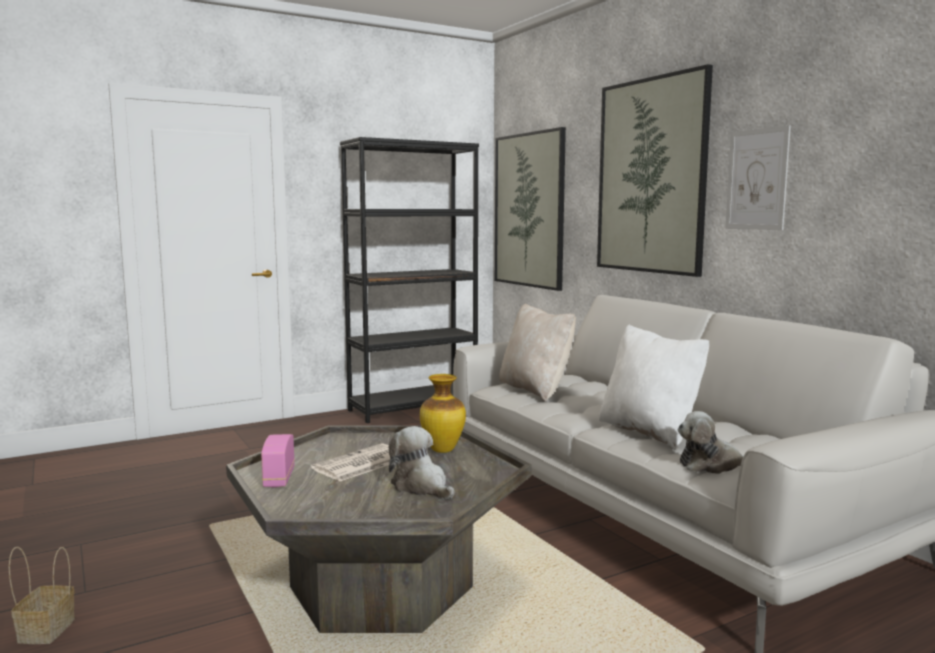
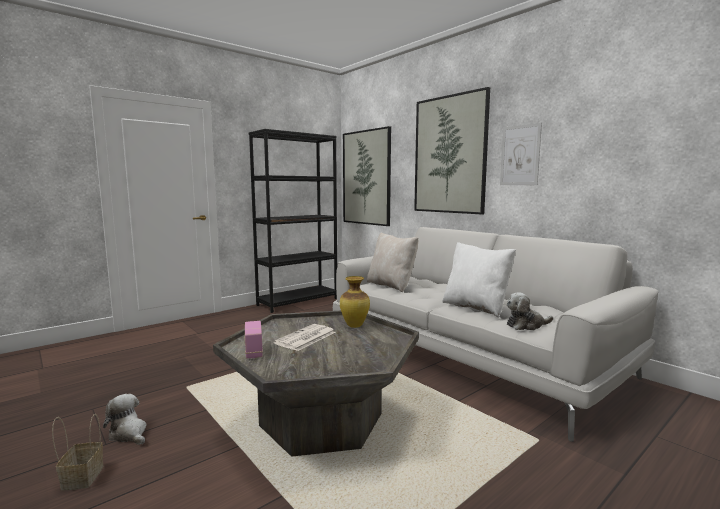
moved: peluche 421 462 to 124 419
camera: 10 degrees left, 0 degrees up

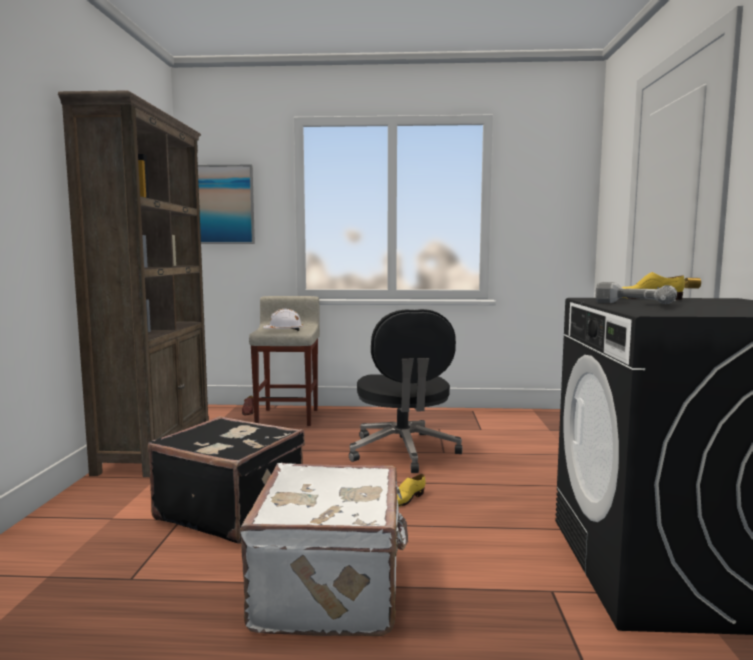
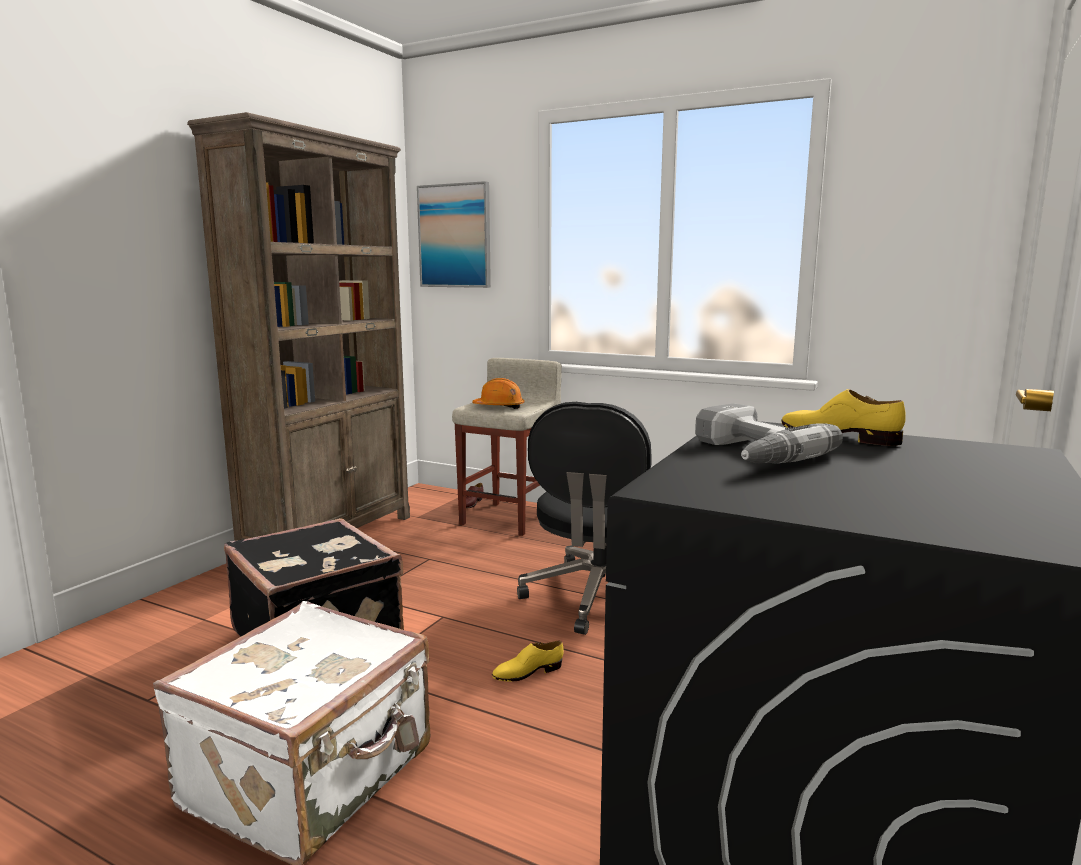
recoloured: casco/blanco 283 320 to casco/naranja 498 393
camera: 25 degrees right, 5 degrees up

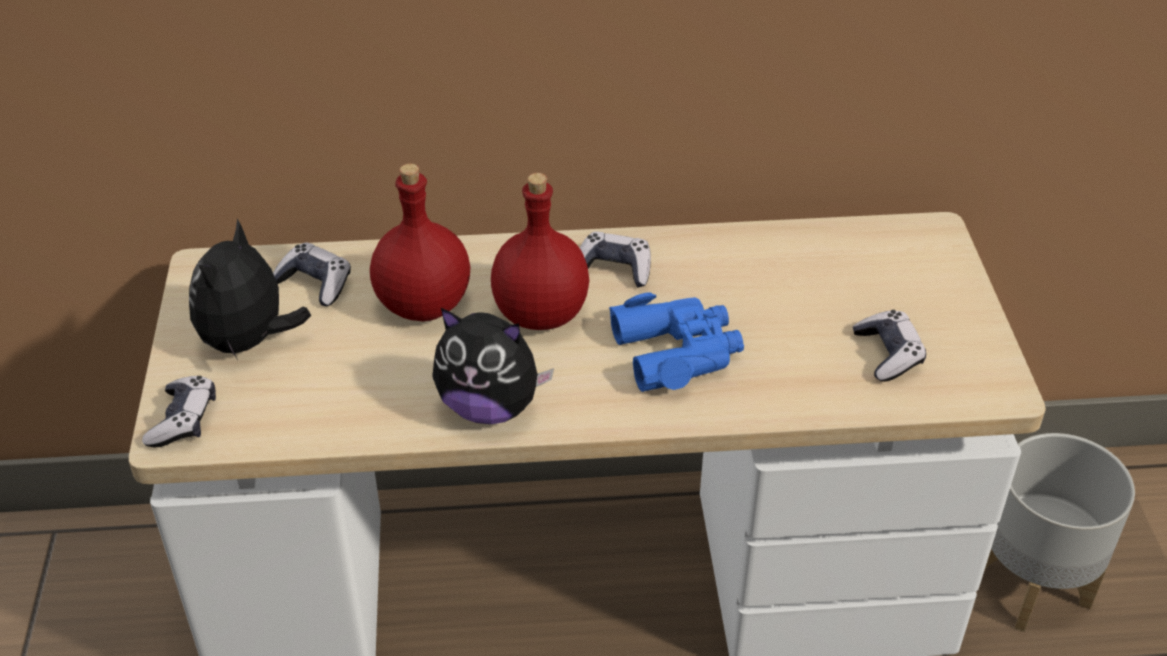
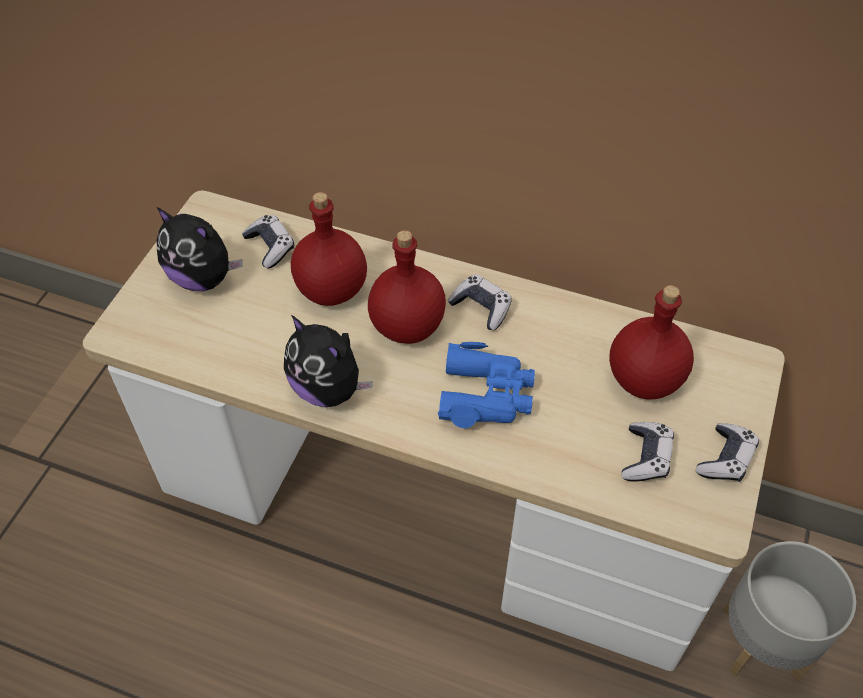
added: botella/rojo 651 342
moved: mando de consola 179 412 to 727 452
turned: peluche 250 289 = 200 249 105 degrees counterclockwise
camera: 25 degrees right, 10 degrees up

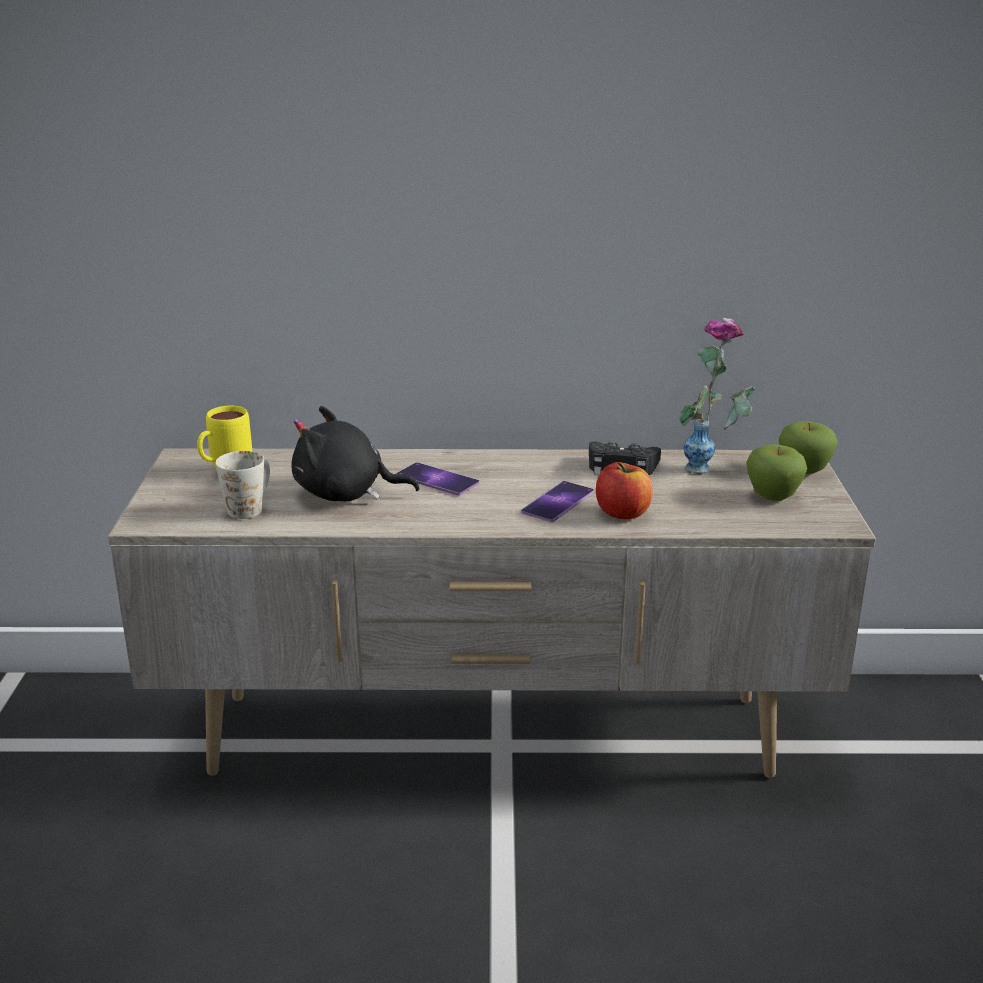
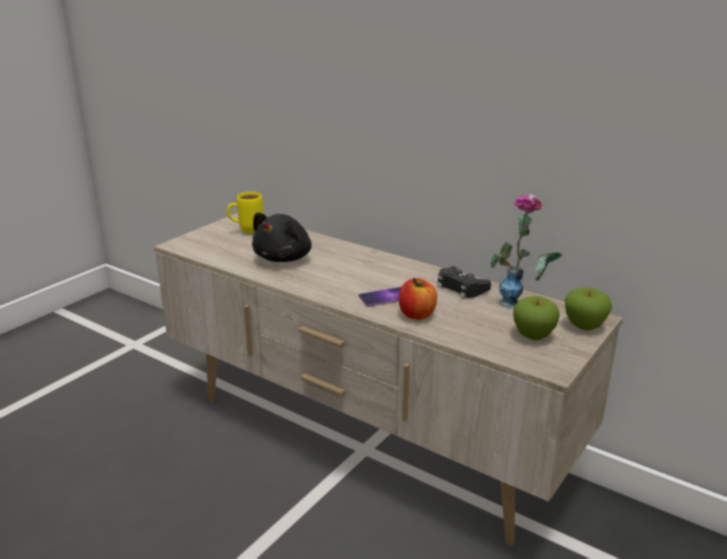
removed: taza grande/blanco 242 485; móvil 437 479
turned: peluche/negro 356 453 = 282 237 105 degrees counterclockwise
camera: 35 degrees right, 0 degrees up

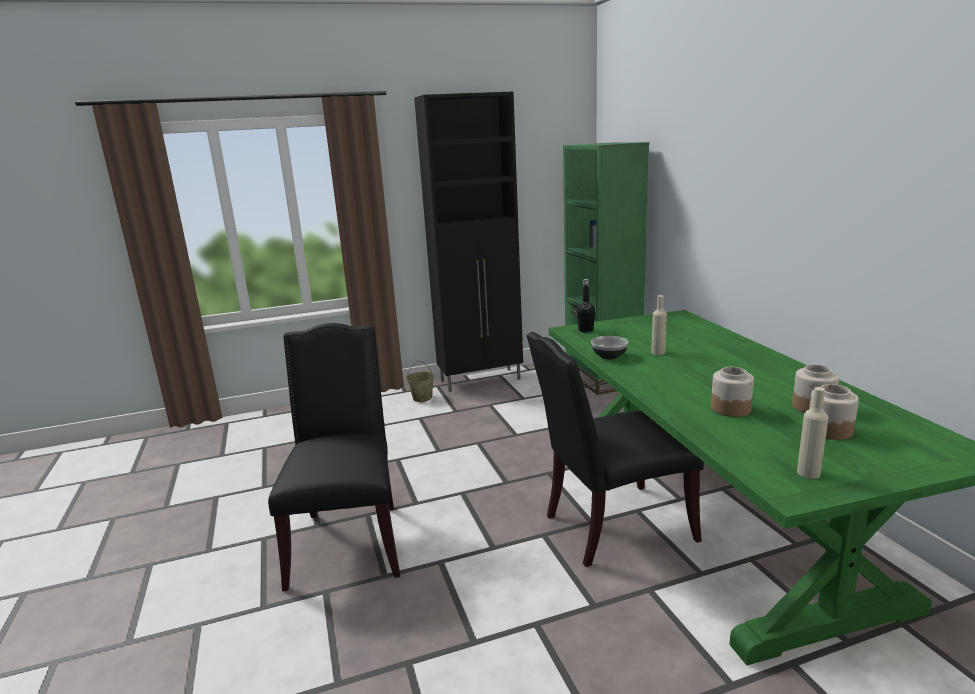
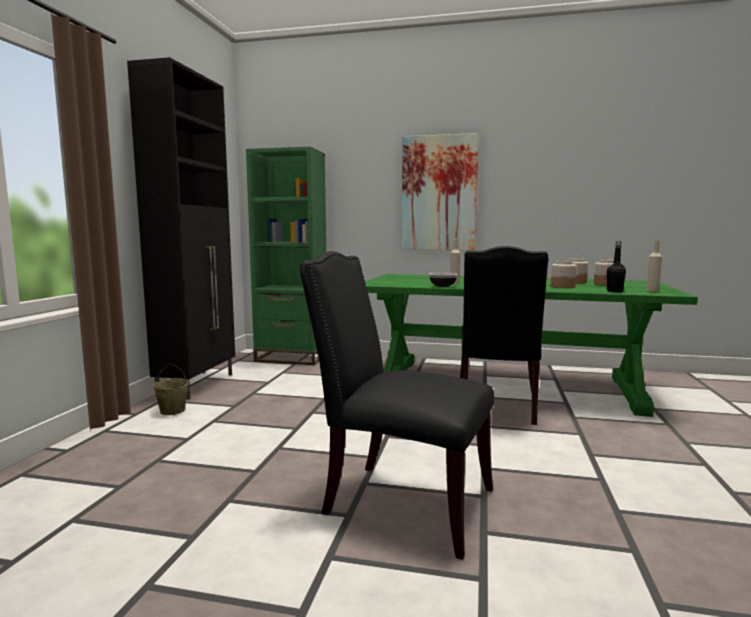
added: cuadro 440 191
moved: botella/negro 586 305 to 616 267
camera: 60 degrees left, 10 degrees down

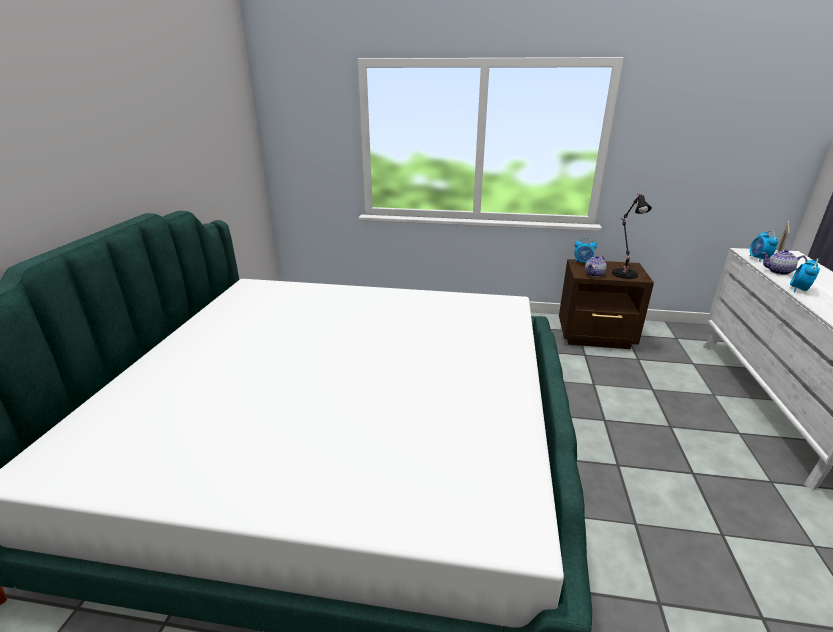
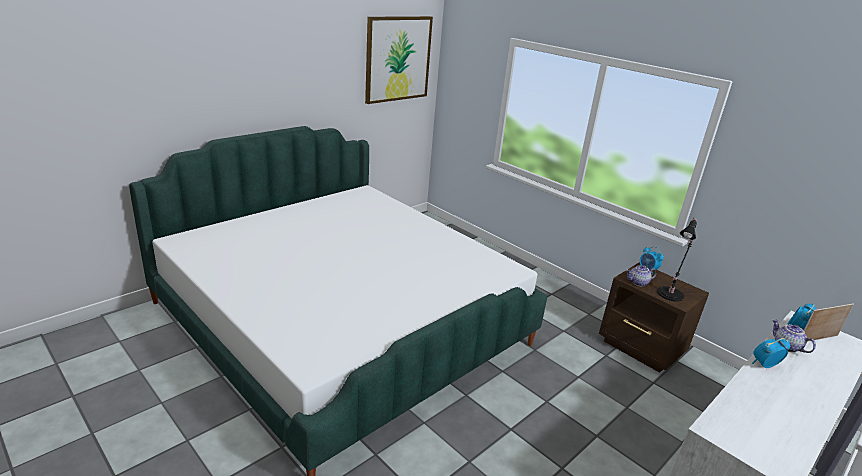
added: cuadro 399 60
camera: 35 degrees right, 0 degrees up

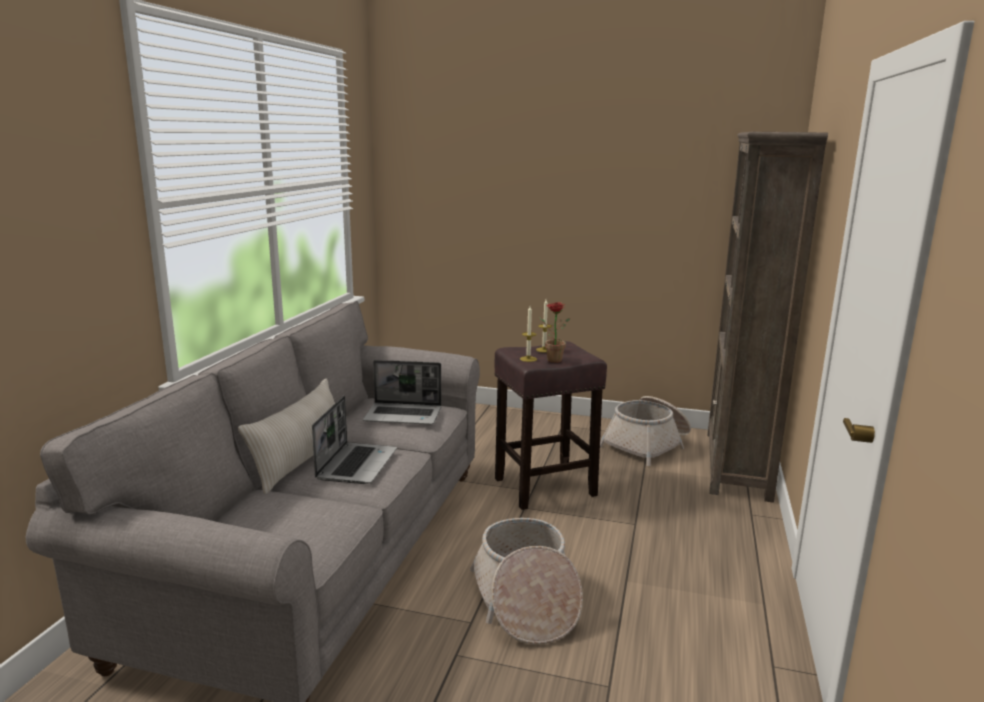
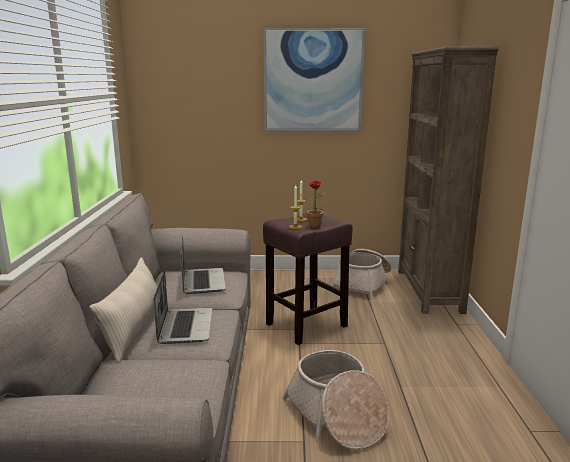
added: cuadro 314 79
turned: portátil 402 392 = 203 265 90 degrees counterclockwise
camera: 15 degrees left, 0 degrees up

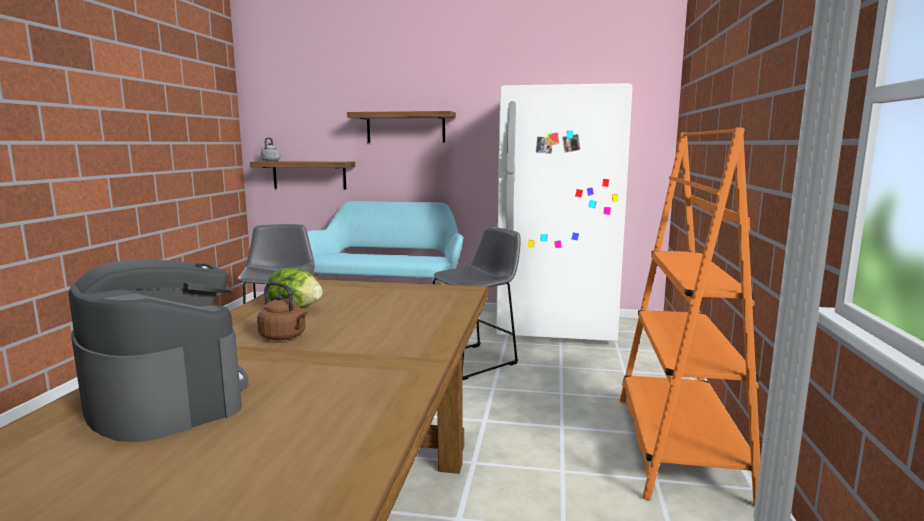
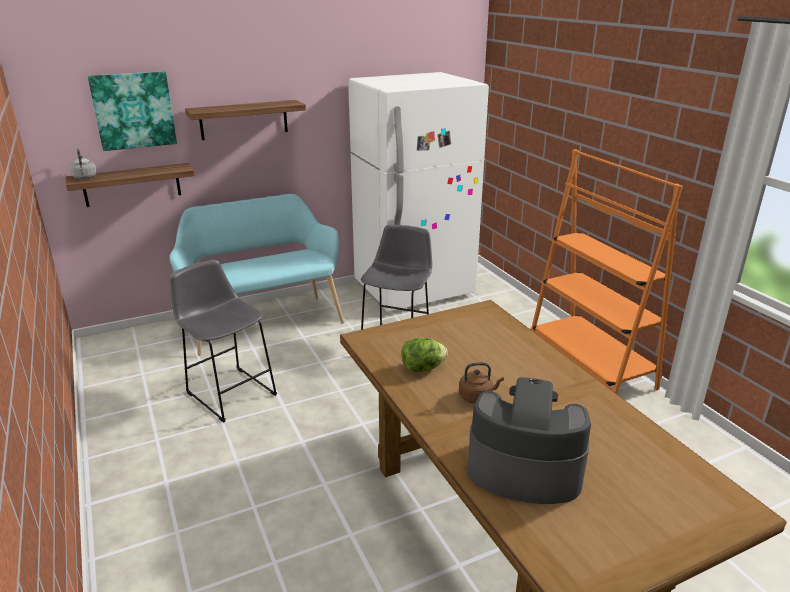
added: cuadro 132 111
camera: 35 degrees left, 15 degrees up

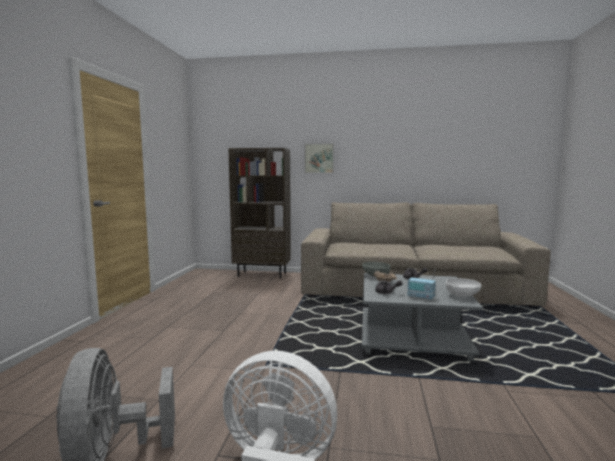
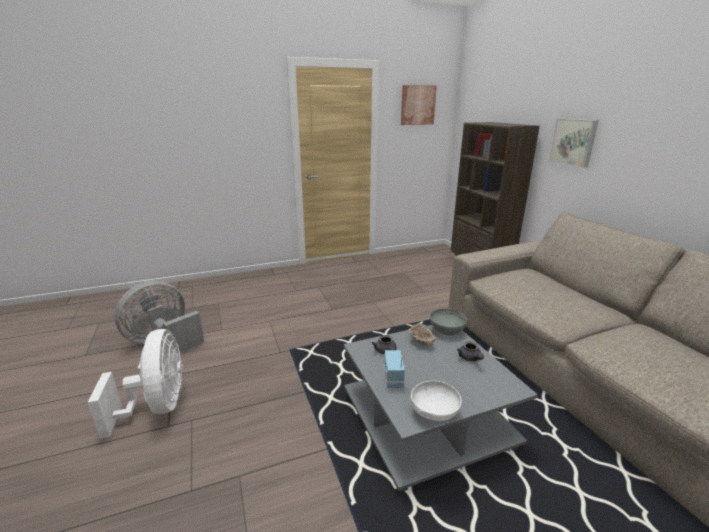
added: cuadro 419 105
camera: 60 degrees right, 15 degrees up

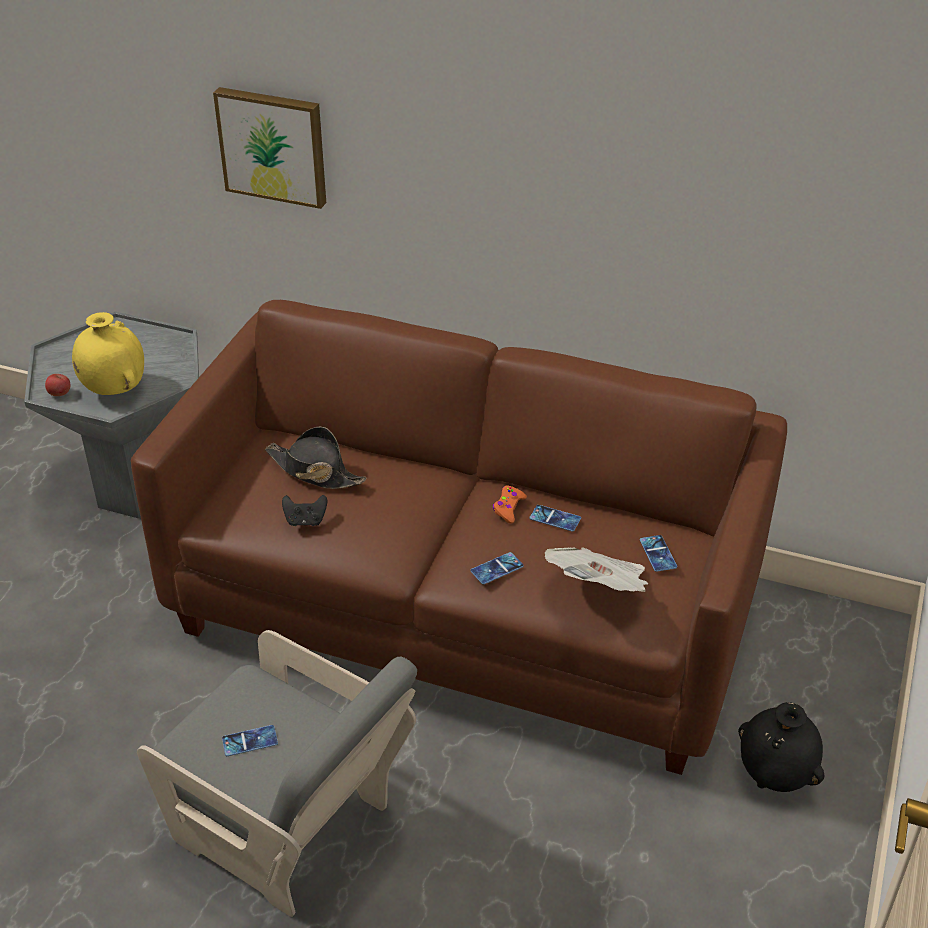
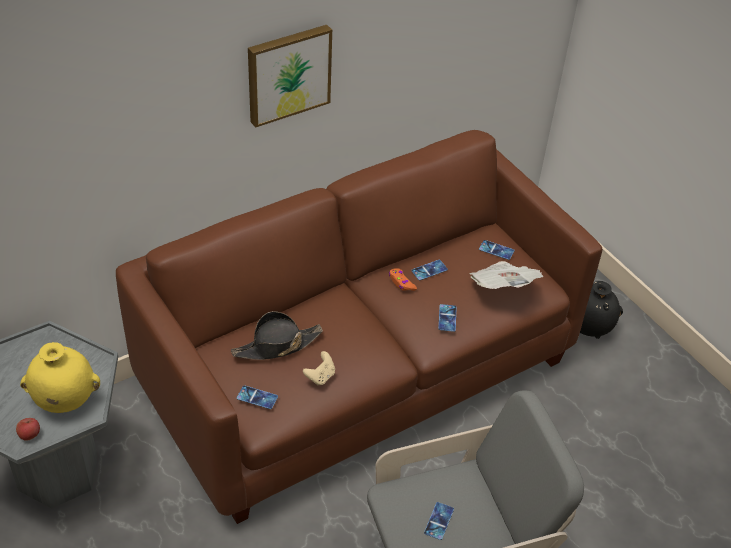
added: móvil 257 397
moved: cuadro 269 148 to 290 76
recoloured: mando de consola/negro 304 510 to mando de consola/beis 319 368
camera: 55 degrees left, 5 degrees up

